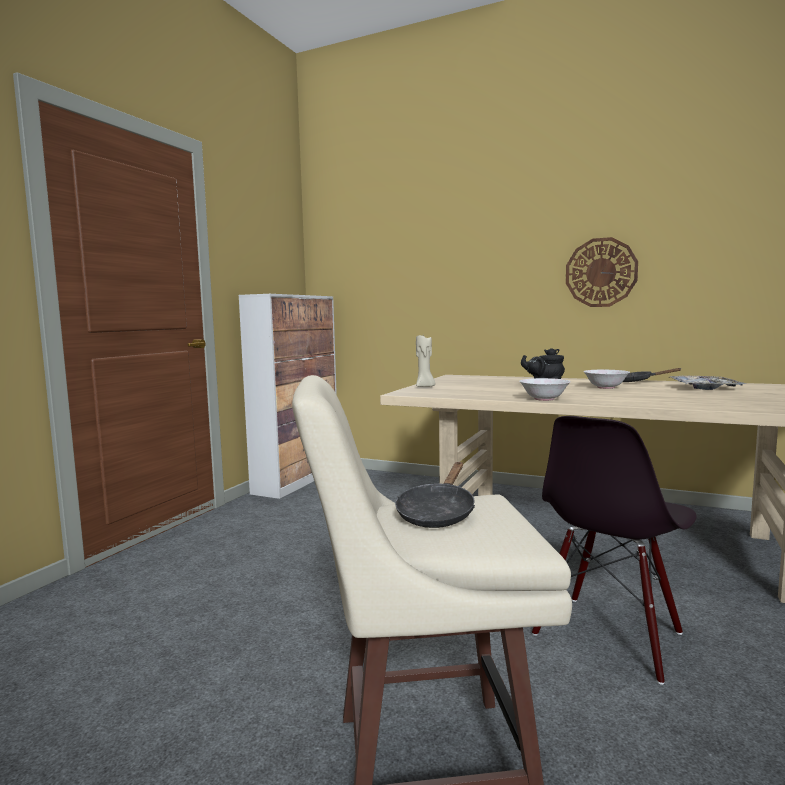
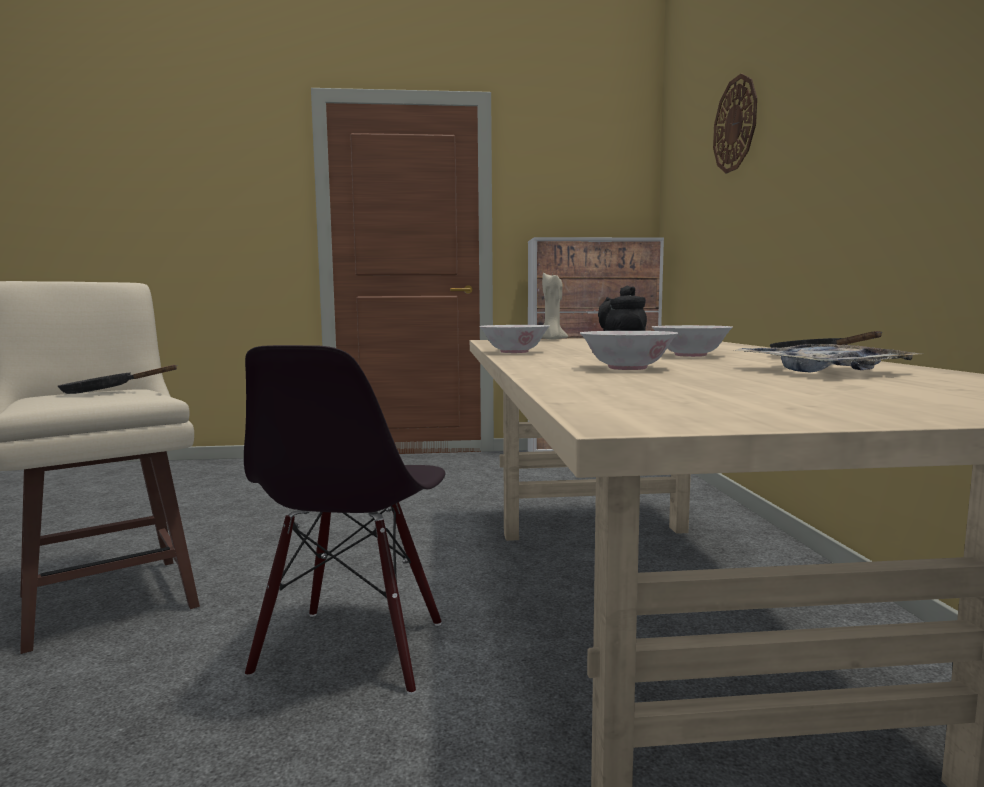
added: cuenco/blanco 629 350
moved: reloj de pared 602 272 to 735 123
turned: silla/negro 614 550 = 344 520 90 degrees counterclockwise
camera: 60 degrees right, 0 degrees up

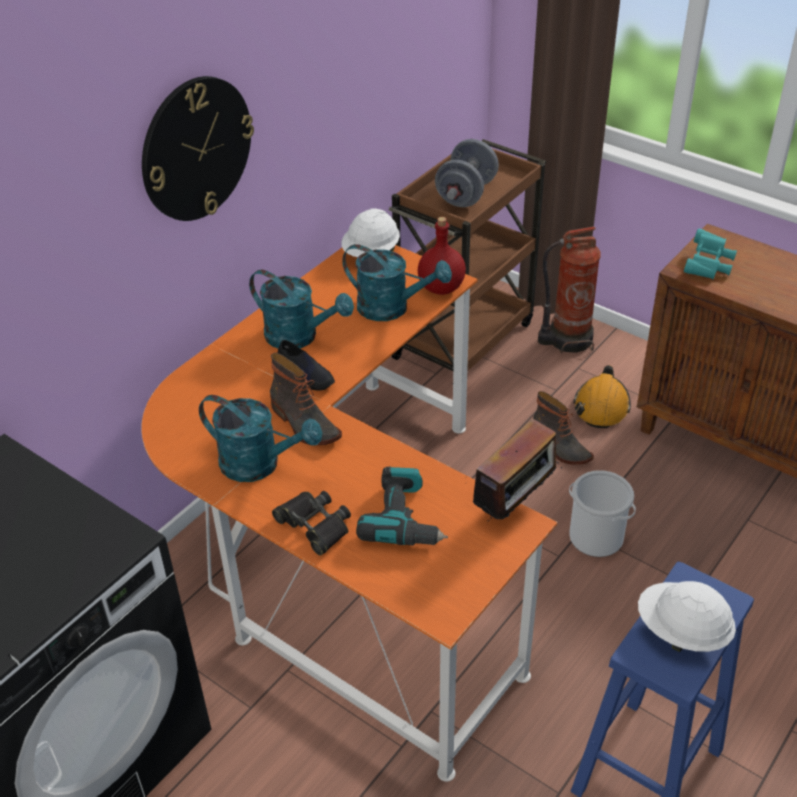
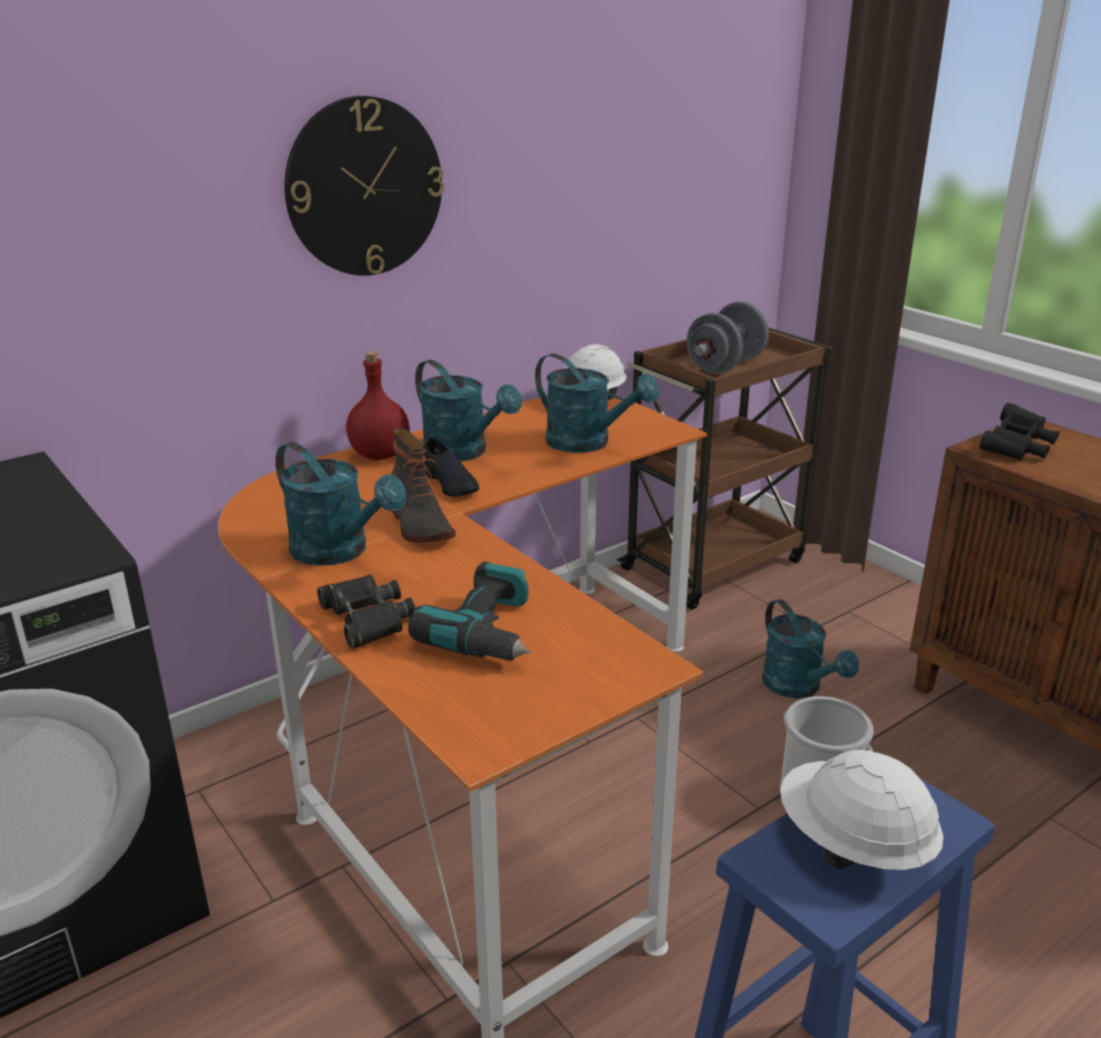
removed: radio 517 469; extintor 569 290; casco/naranja 602 396
moved: botella/rojo 442 256 to 378 405
replaced: bota 563 428 to regadera/turquesa 810 648
recoloured: prismáticos/turquesa 710 254 to prismáticos/negro 1019 432
camera: 15 degrees right, 15 degrees down

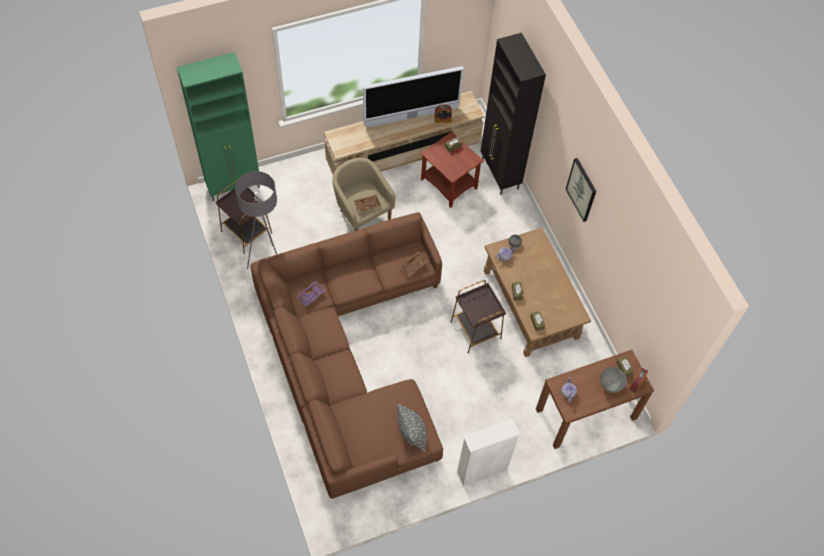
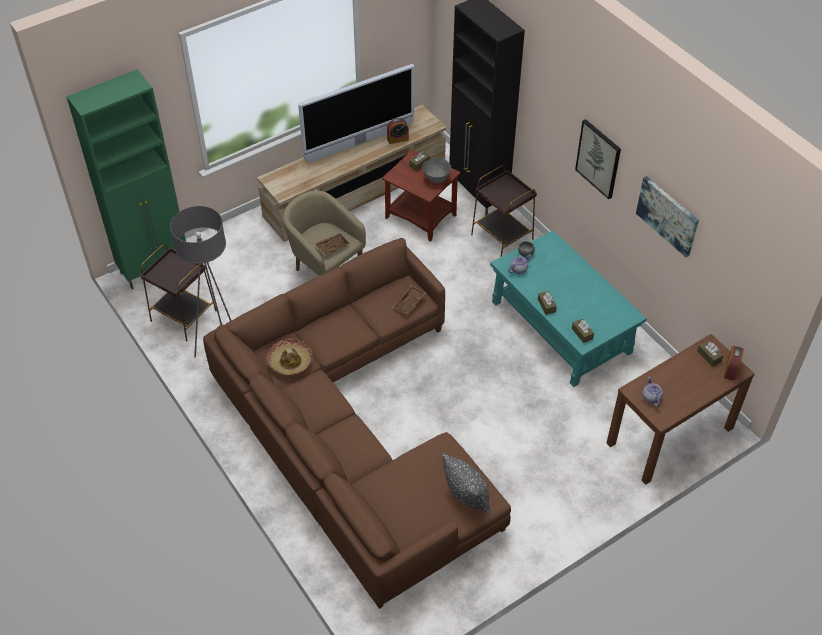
removed: estantería/blanco 488 453
added: cuadro 667 216
moved: mesa auxiliar/marrón 478 316 to 504 211; cuenco/gris 613 380 to 436 170
replaced: bandeja/morado 310 294 to sombrero 290 357
recoloured: mesa de centro/marrón 537 292 to mesa de centro/turquesa 568 308
camera: 10 degrees left, 10 degrees down

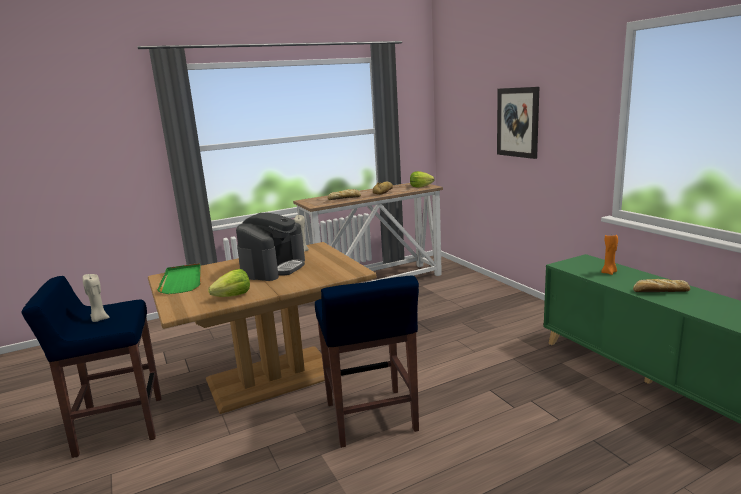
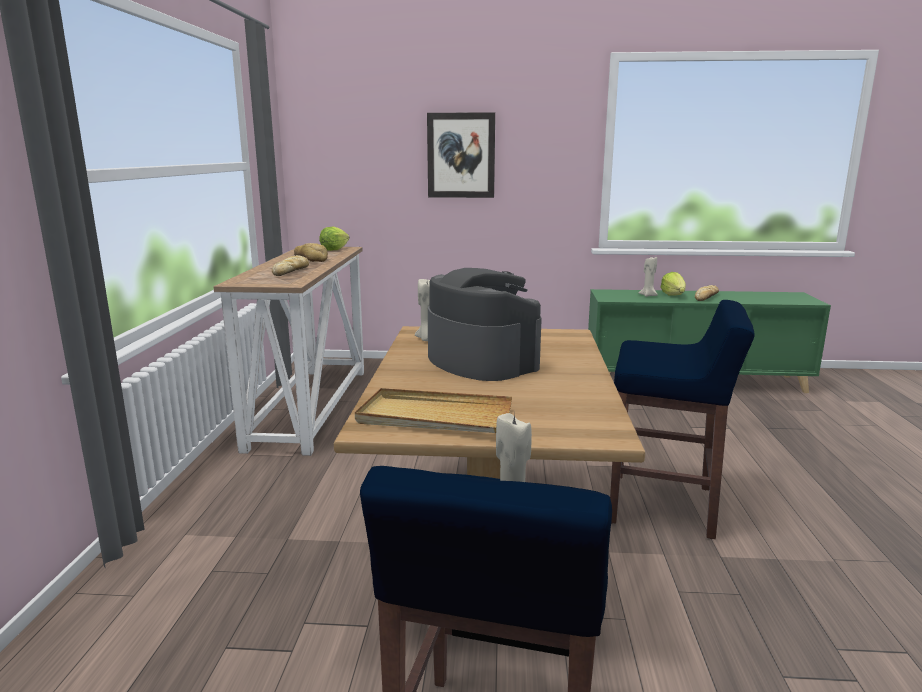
moved: lechuga 229 283 to 673 284
recoloured: bandeja/verde 179 278 to bandeja/beis 433 410; vela/naranja 609 255 to vela/beis 648 277
camera: 60 degrees left, 0 degrees up

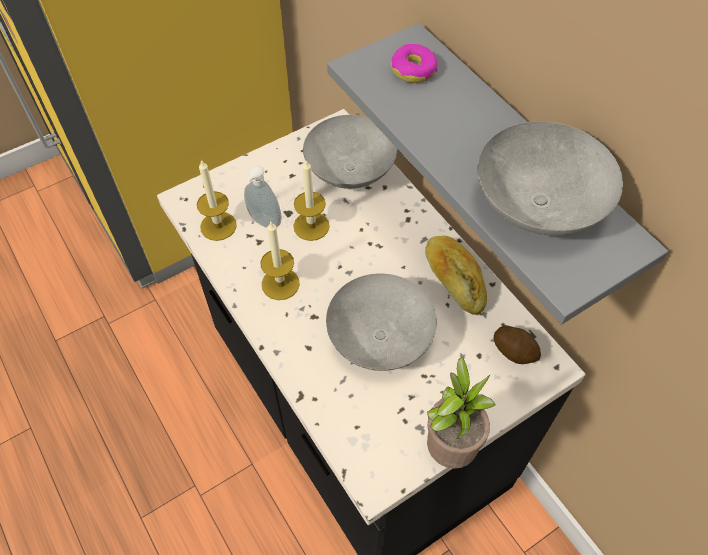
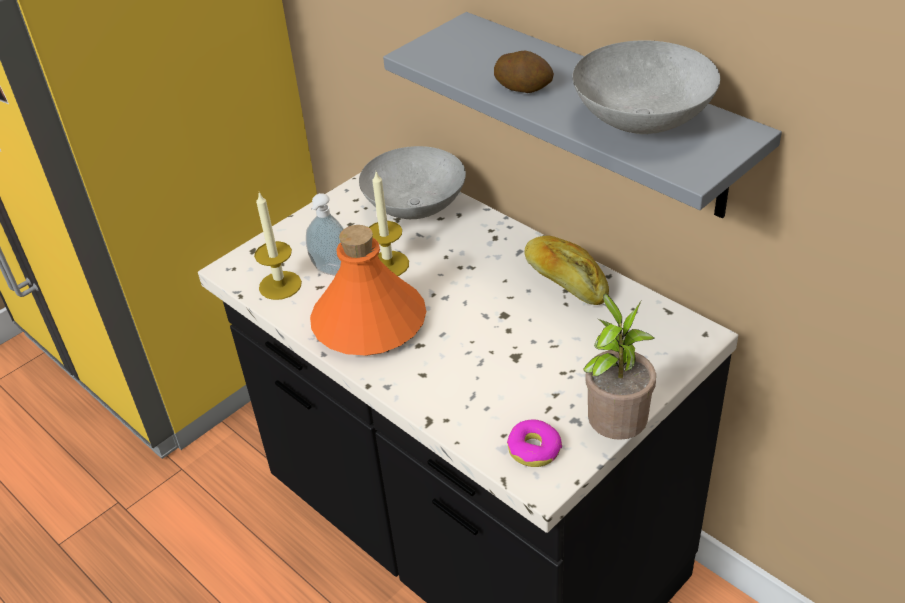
removed: cuenco/gris 381 322
moved: rosquilla 414 63 to 534 443; patata 517 345 to 524 71
replaced: vela 280 261 to botella/naranja 368 290
camera: 10 degrees left, 15 degrees down

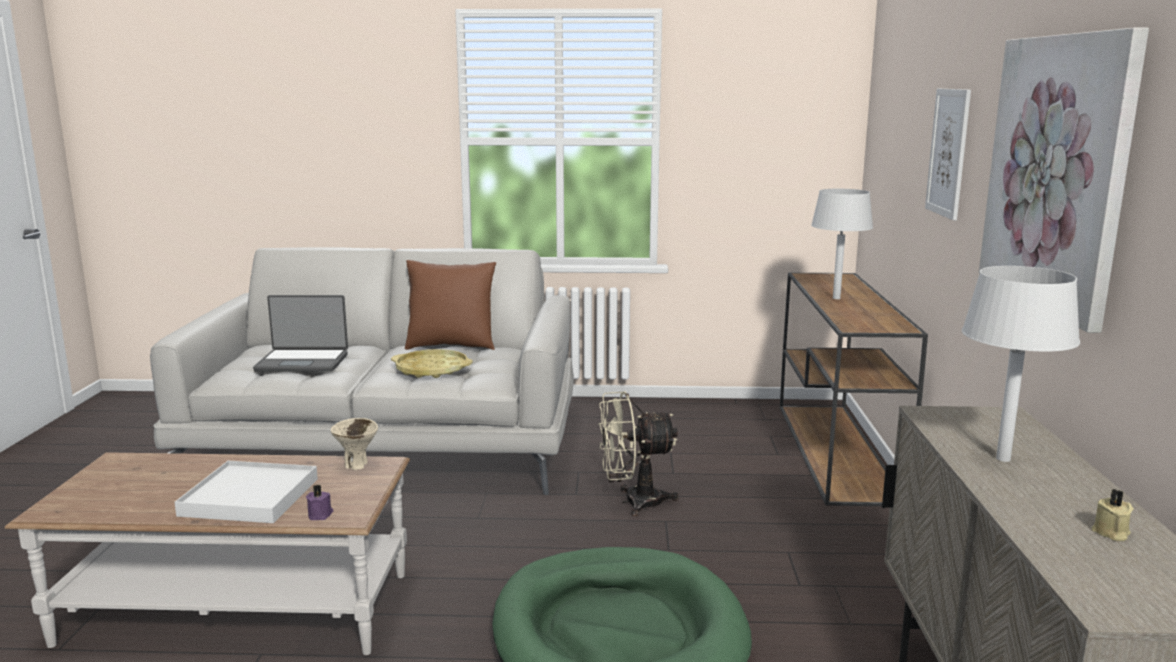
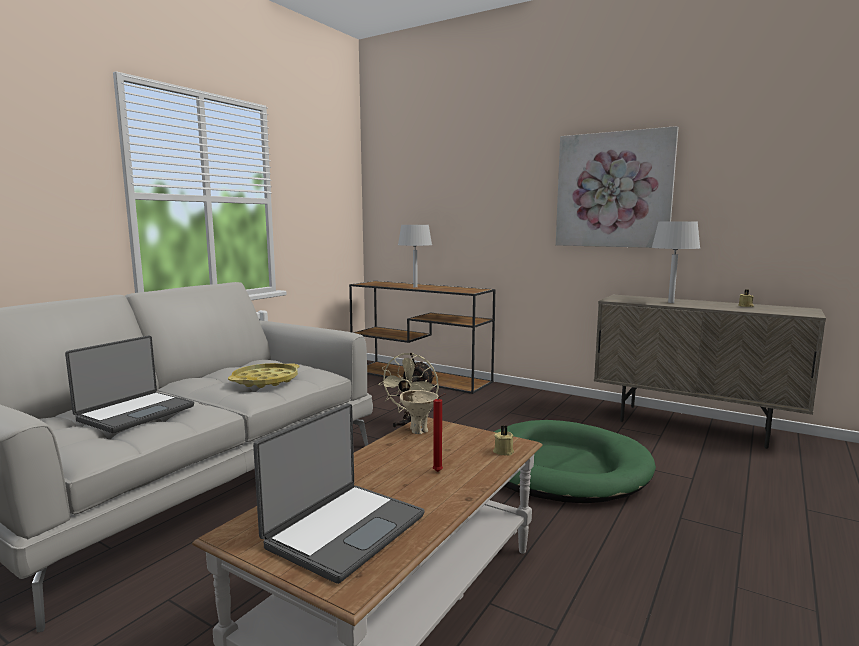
removed: cojín/marrón 450 305; cuadro 948 154
added: portátil 339 493
replaced: bandeja/blanco 246 492 to vela/rojo 439 432
recoloured: vela/morado 319 502 to vela/beis 503 440
camera: 60 degrees left, 5 degrees down

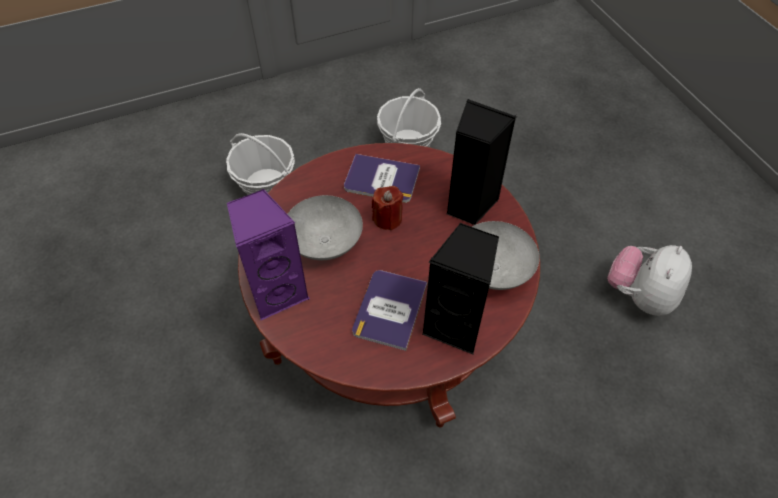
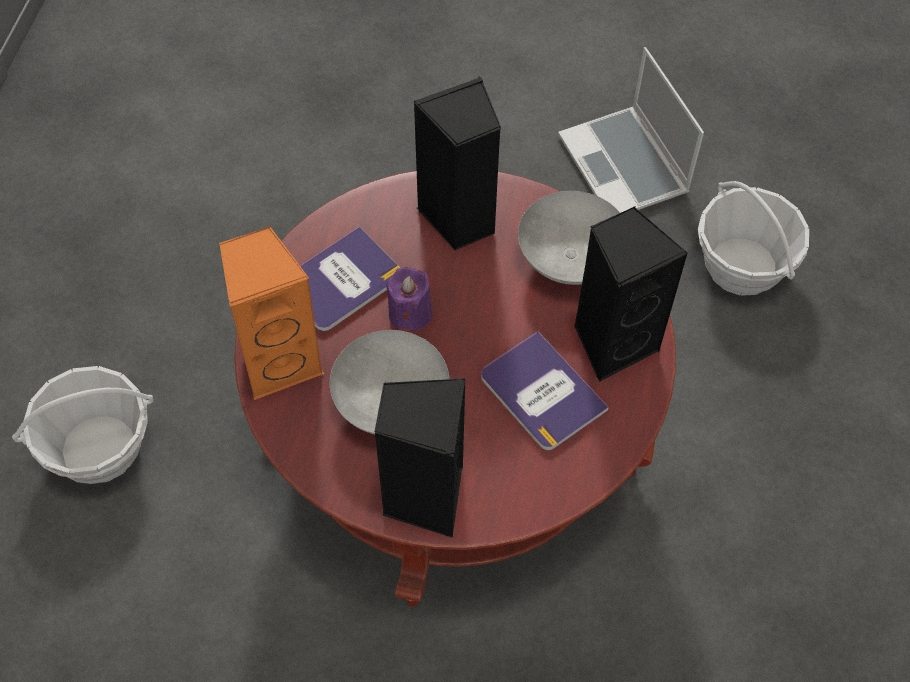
added: altavoz/naranja 271 313
moved: cesta 409 117 to 753 238
replaced: peluche 649 280 to portátil 631 130
recoloured: altavoz/morado 268 254 to altavoz/negro 419 458; vela/rojo 387 208 to vela/morado 409 299
camera: 55 degrees left, 5 degrees up

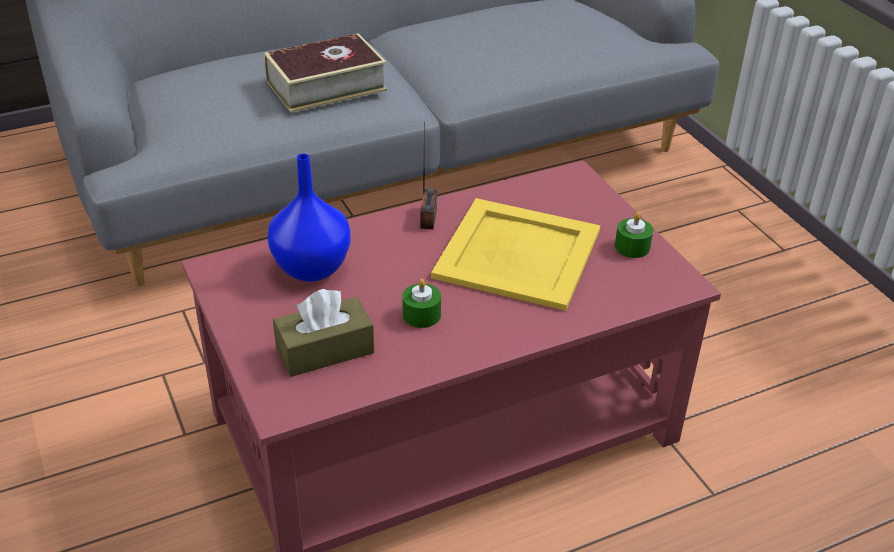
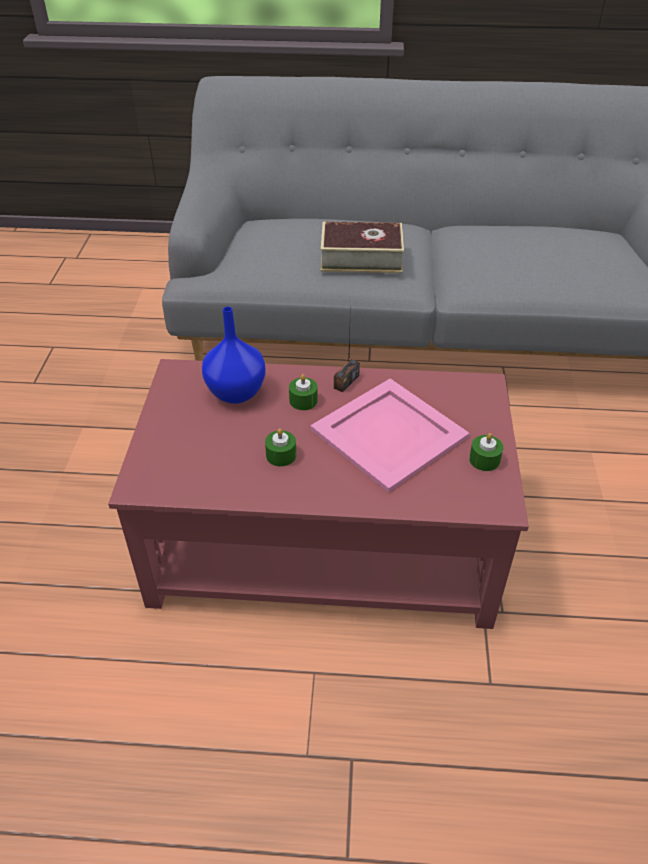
removed: caja de pañuelos/marrón 323 333
added: vela/verde 303 392
recoloured: bandeja/amarillo 516 254 to bandeja/rosa 390 435
camera: 30 degrees right, 5 degrees up

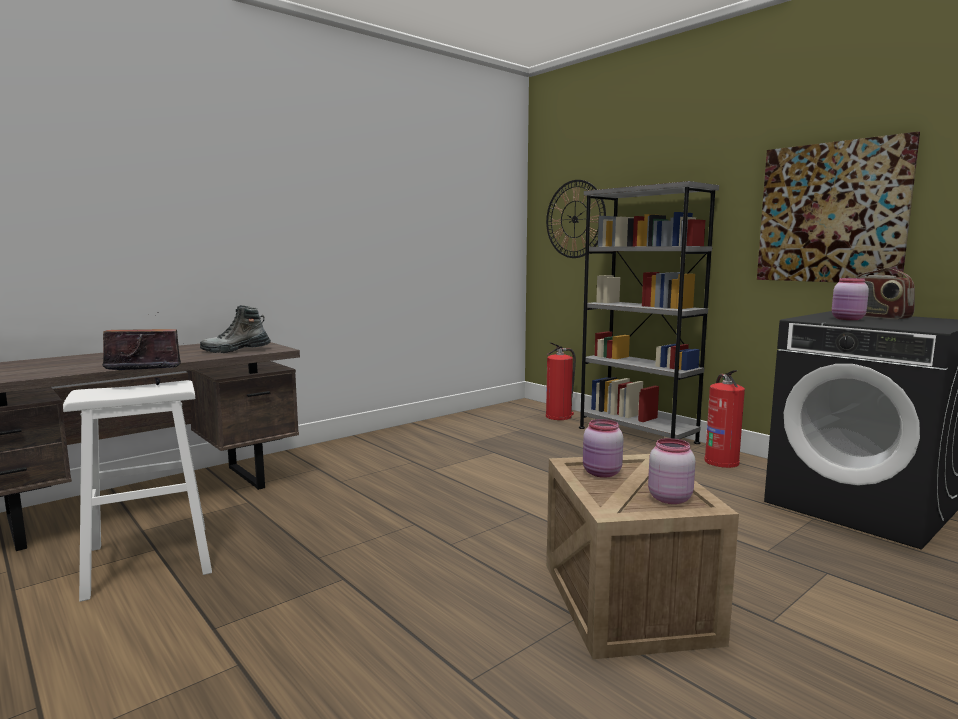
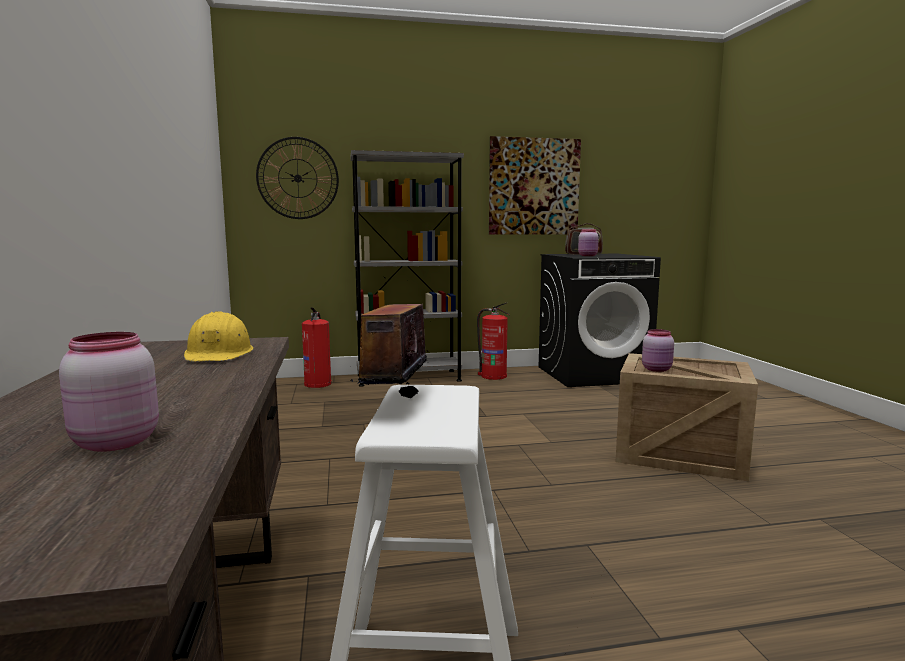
moved: tarro/rosa 672 471 to 109 392
replaced: bota 235 329 to casco/amarillo 218 336
camera: 60 degrees left, 0 degrees up

